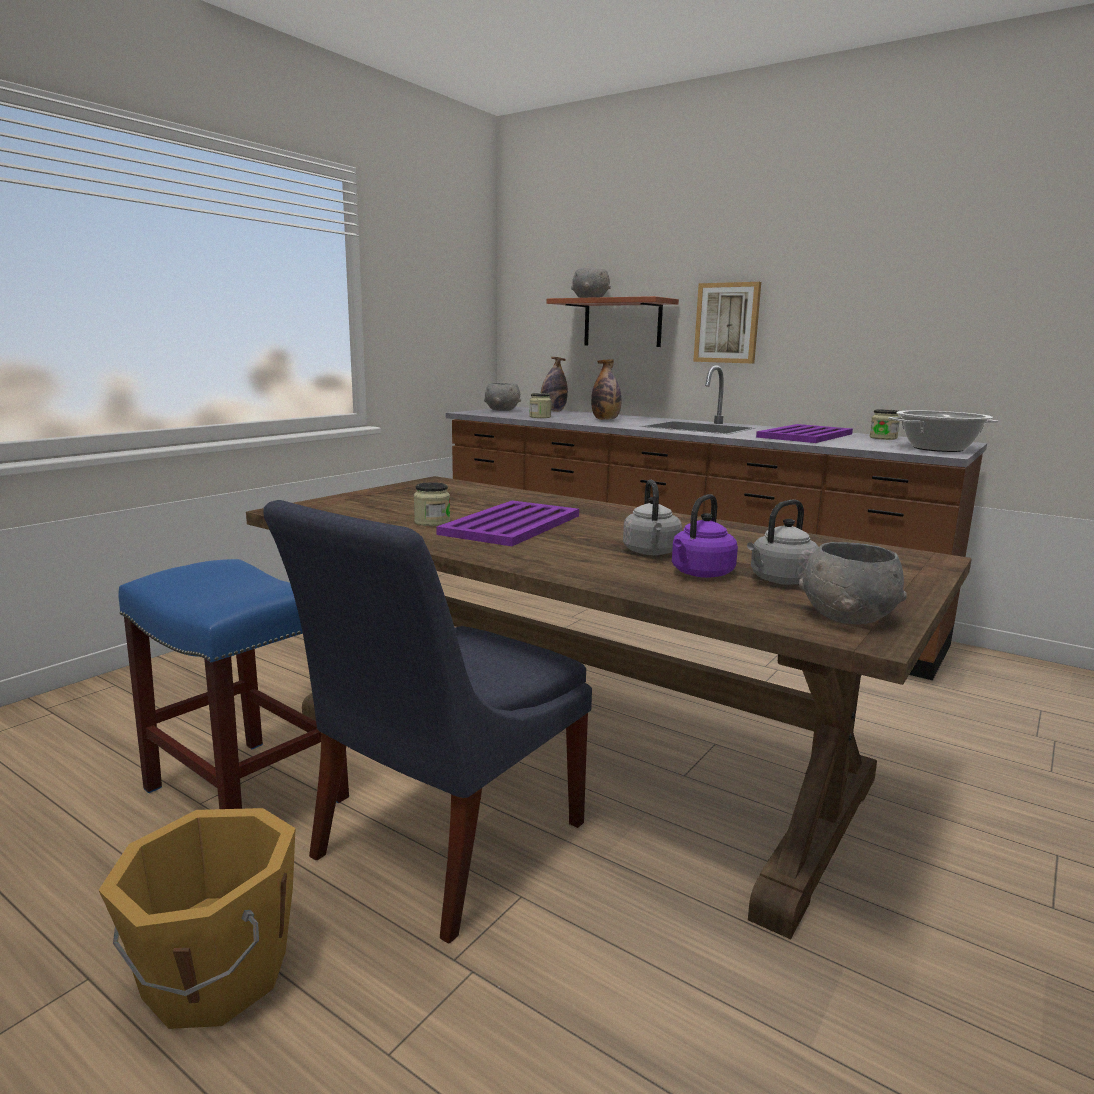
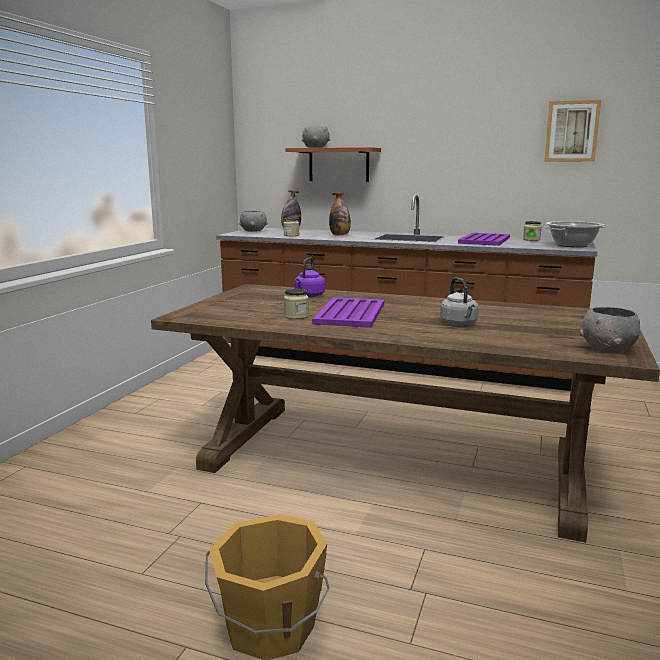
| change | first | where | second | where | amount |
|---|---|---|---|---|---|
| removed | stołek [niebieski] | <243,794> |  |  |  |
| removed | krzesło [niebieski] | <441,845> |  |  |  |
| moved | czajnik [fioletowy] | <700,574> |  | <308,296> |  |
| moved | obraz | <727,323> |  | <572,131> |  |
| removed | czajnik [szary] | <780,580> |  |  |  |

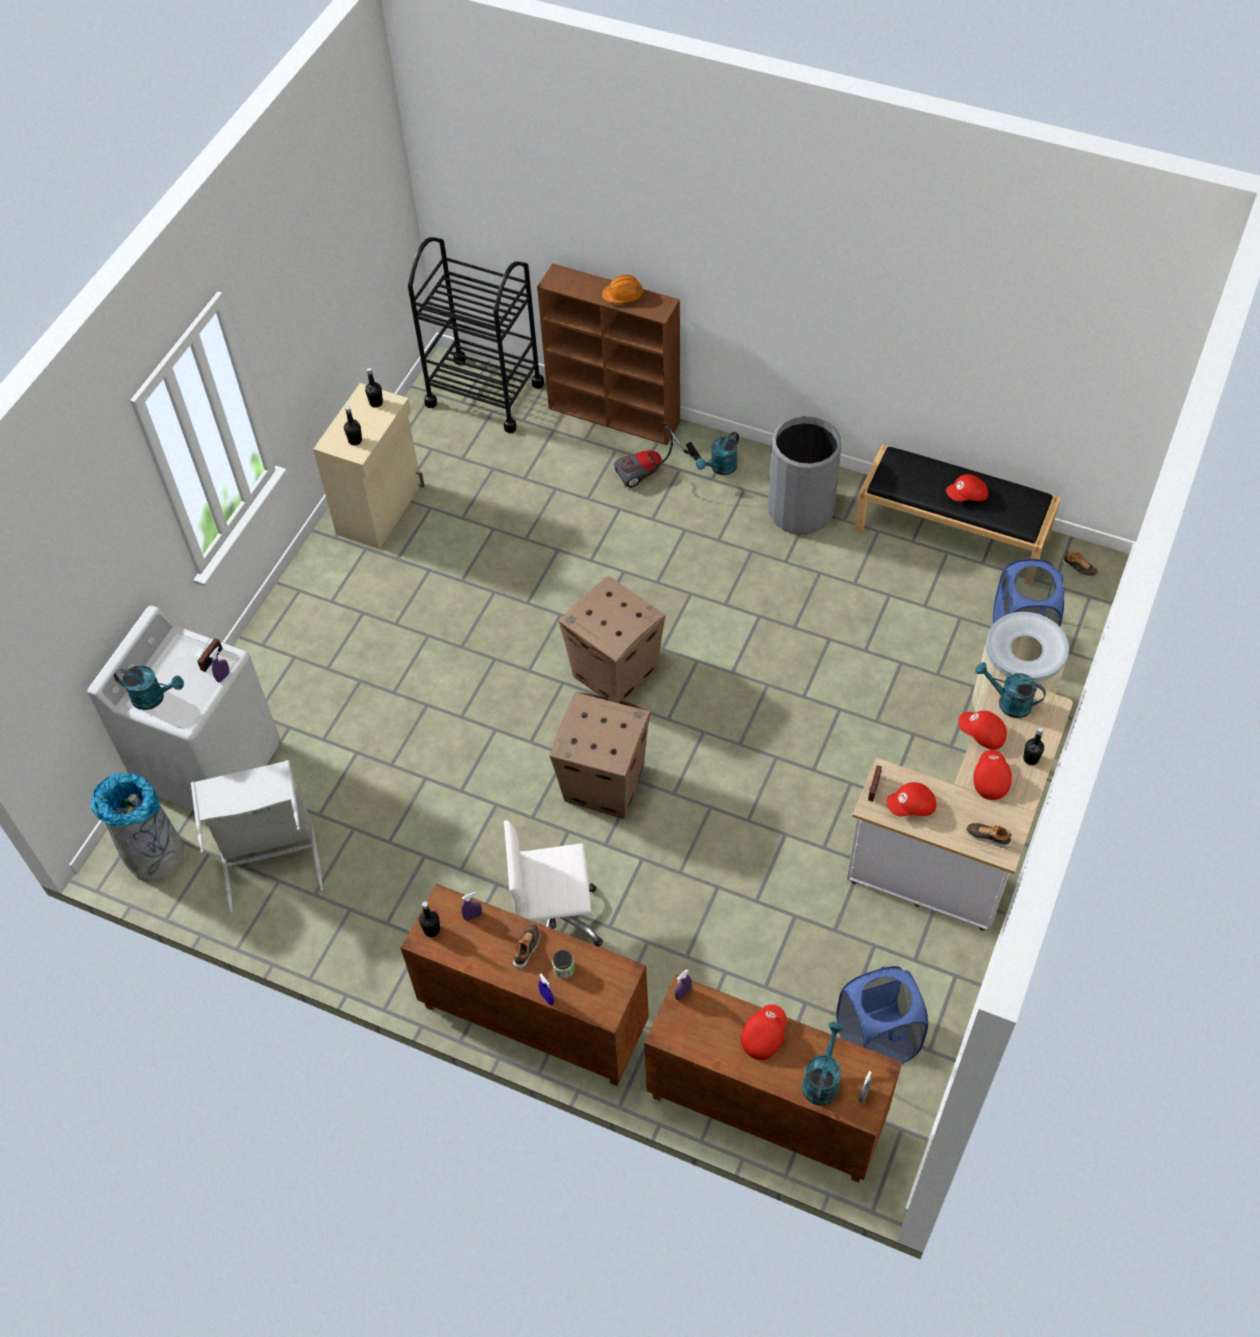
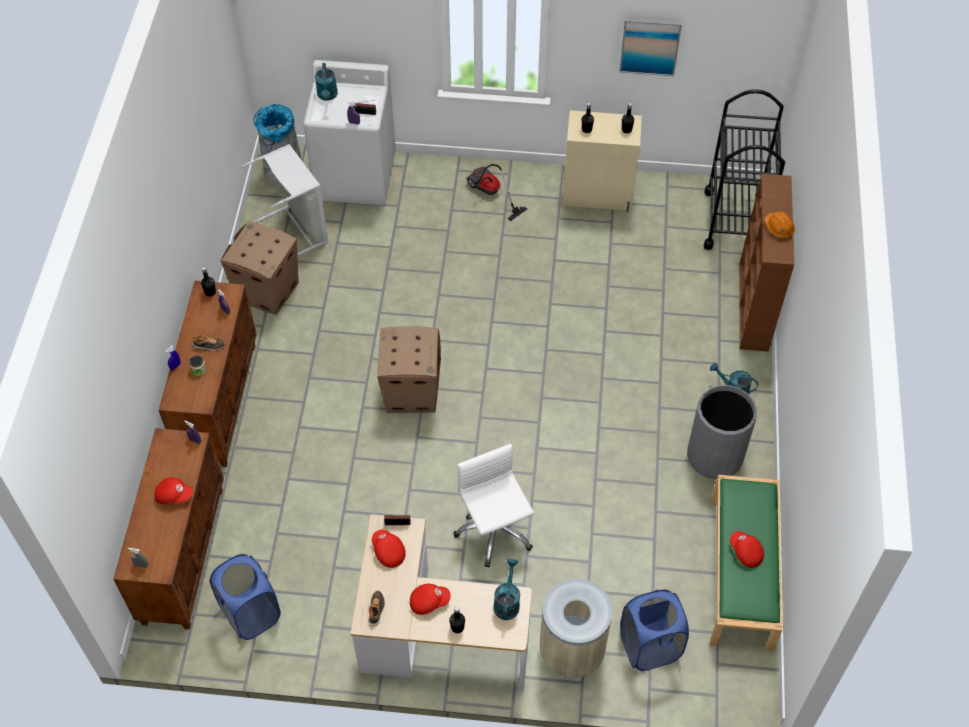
| change | first | where | second | where | amount |
|---|---|---|---|---|---|
| moved | krzesło biurowe [biały] | <553,921> |  | <494,531> |  |
| moved | karton | <615,672> |  | <267,292> |  |
| moved | odkurzacz | <652,472> |  | <489,194> |  |
| removed | konewka [turkusowy] | <822,1079> |  |  |  |
| recoloured | ławka [czarny] | <953,532> | ławka [zielony] | <741,574> |  |
| removed | czapka z daszkiem [czerwony] | <981,734> |  |  |  |
| removed | but | <1079,568> |  |  |  |
| added |  |  | obraz | <650,46> |  |

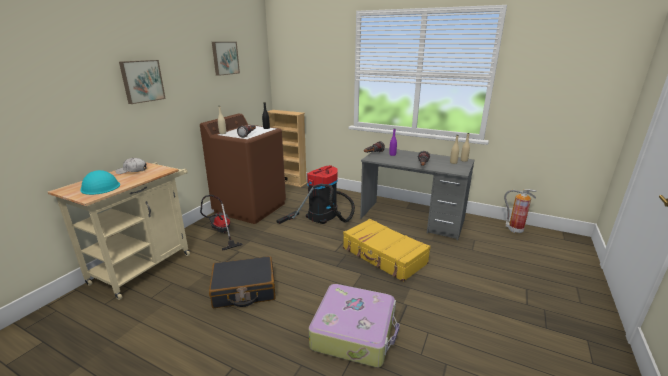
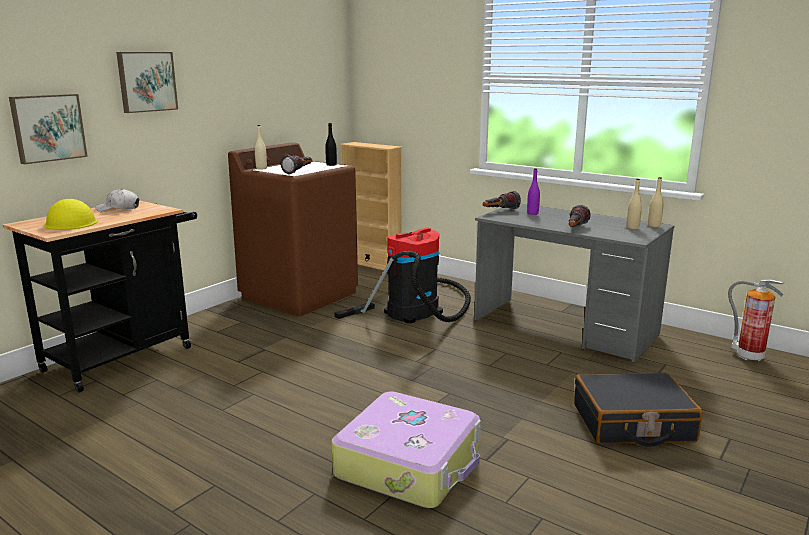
| change | first | where | second | where | amount |
|---|---|---|---|---|---|
| recoloured | wózek [beżowy] | <147,265> | wózek [czarny] | <126,355> |  |
| recoloured | kask [turkusowy] | <100,187> | kask [żółty] | <71,223> |  |
| removed | odkurzacz | <221,233> |  |  |  |
| moved | walizka [czarny] | <244,290> |  | <632,423> |  |
| moved | obraz | <224,58> |  | <48,128> |  |
| removed | walizka [żółty] | <383,256> |  |  |  |

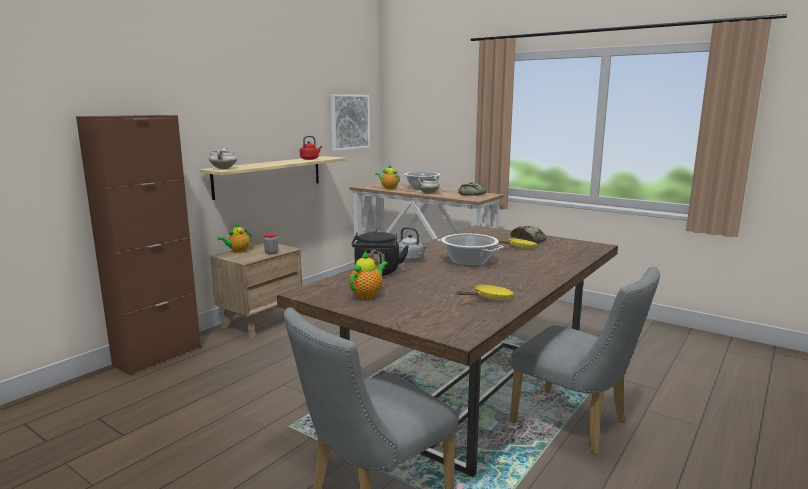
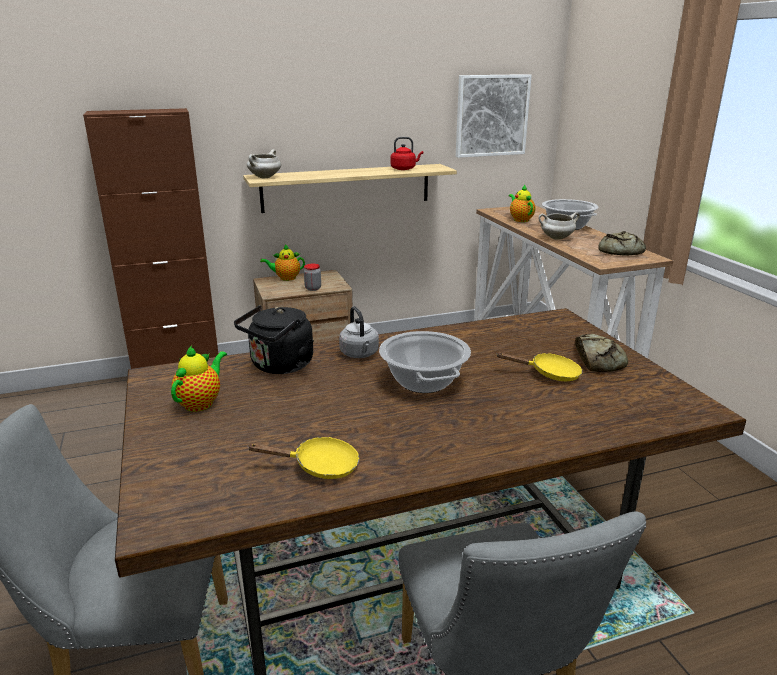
| change | first | where | second | where | amount |
|---|---|---|---|---|---|
| turned | imbryk | <367,295> |  | <201,402> | 45 degrees counterclockwise |

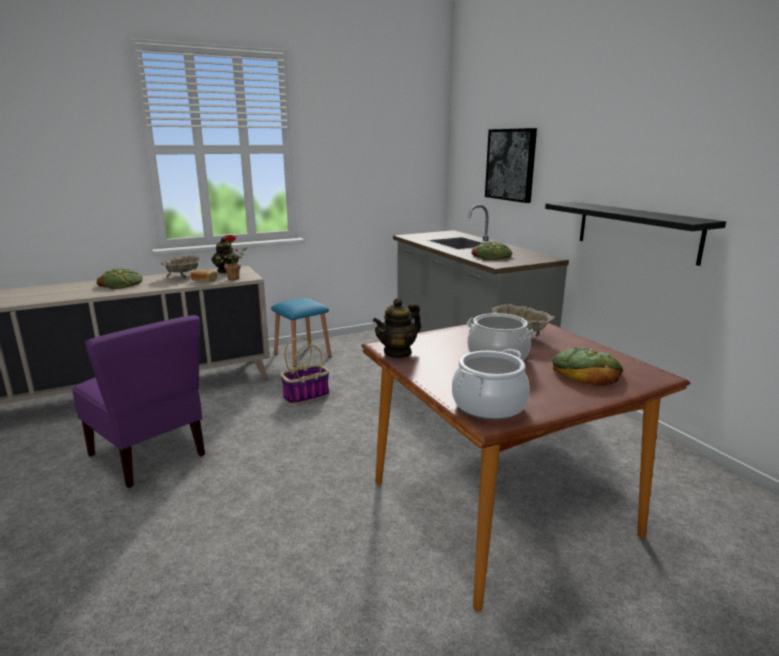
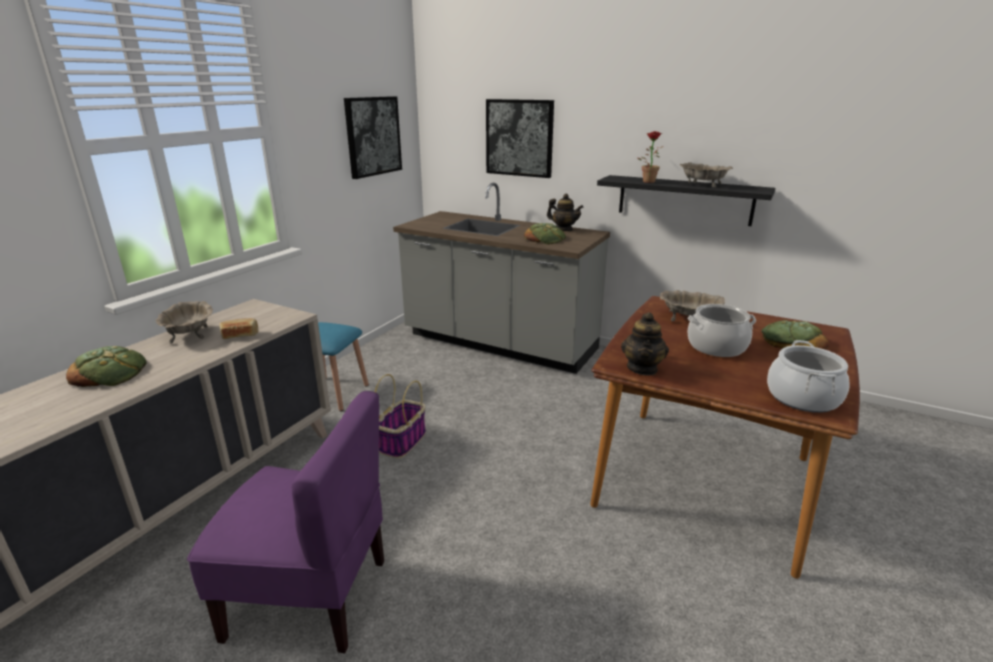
| change | first | where | second | where | amount |
|---|---|---|---|---|---|
| moved | imbryk | <226,271> |  | <564,229> |  |
| moved | roślina doniczkowa | <235,278> |  | <647,181> |  |
| added |  |  | obraz | <373,136> |  |
| added |  |  | miska [beżowy] | <702,185> |  |

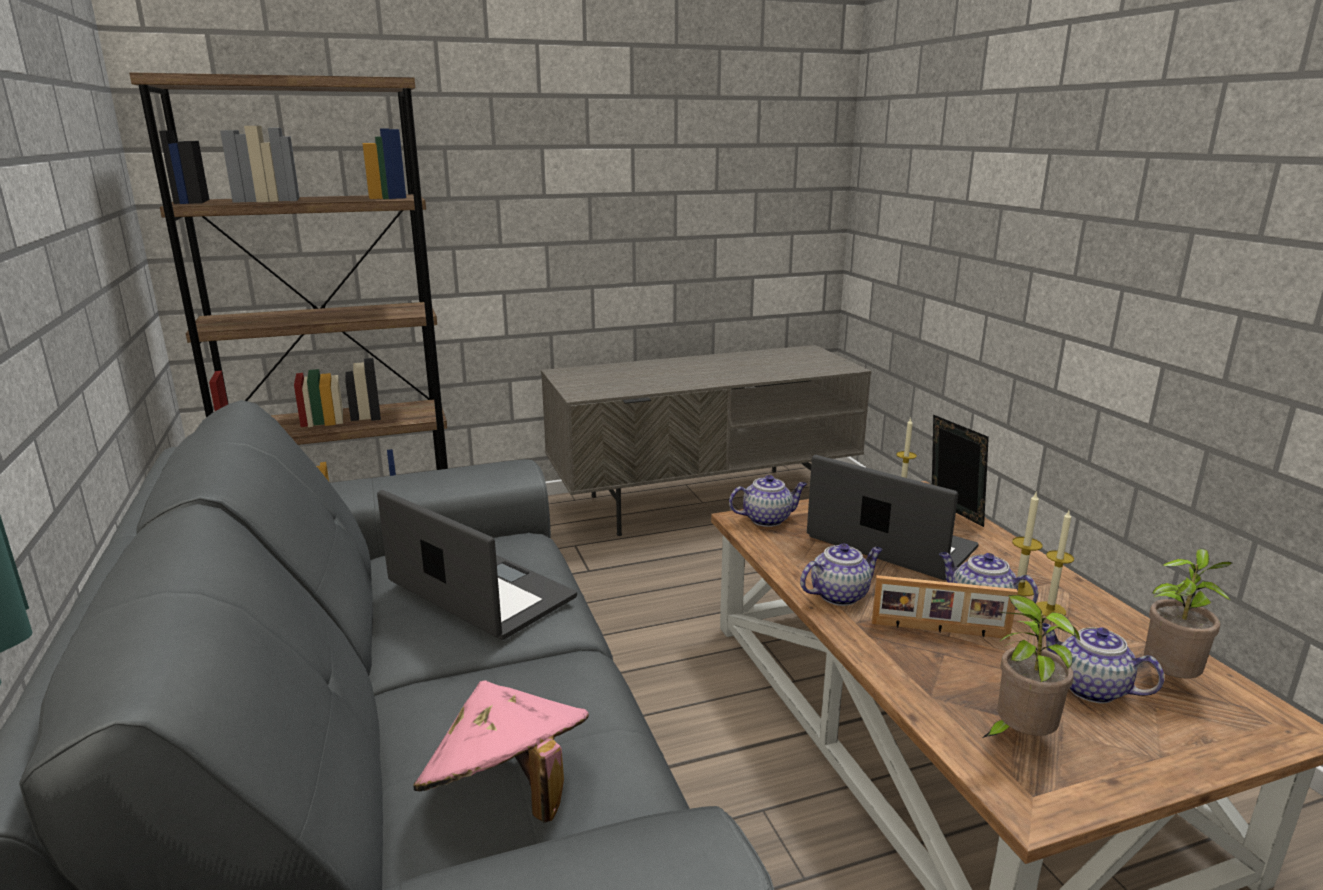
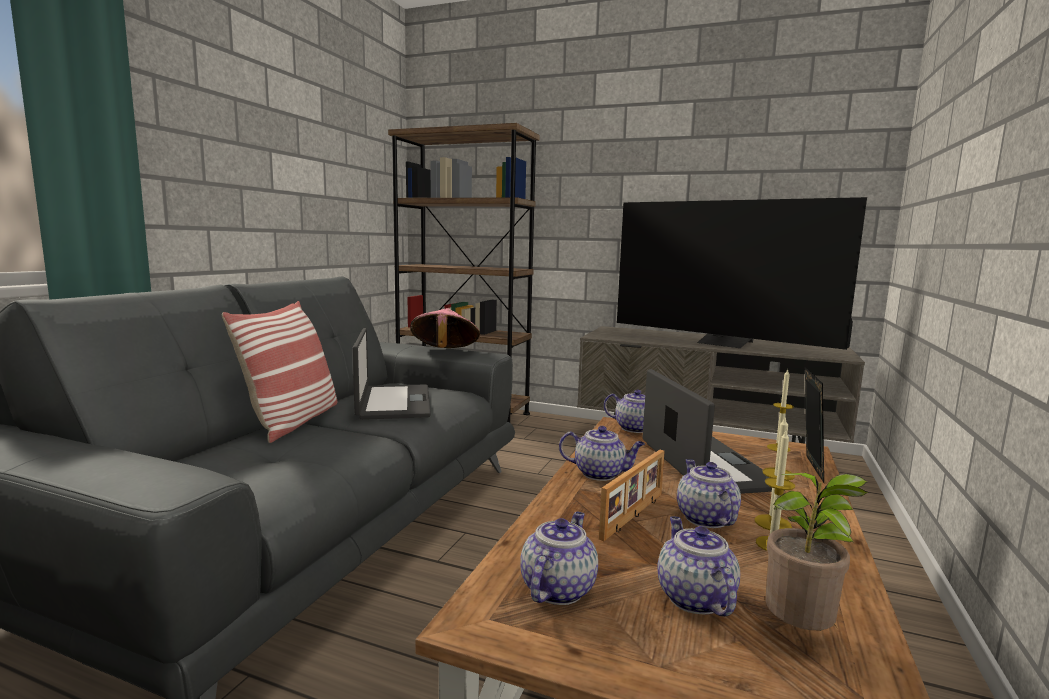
| change | first | where | second | where | amount |
|---|---|---|---|---|---|
| moved | kapelusz [różowy] | <507,795> |  | <444,352> |  |
| turned | ramka na zdjęcie | <939,631> |  | <634,516> | 105 degrees counterclockwise |
| replaced | roślina doniczkowa | <1018,737> | imbryk | <557,588> |  |
| added |  |  | poduszka | <293,421> |  |
| added |  |  | telewizor | <723,343> |  |

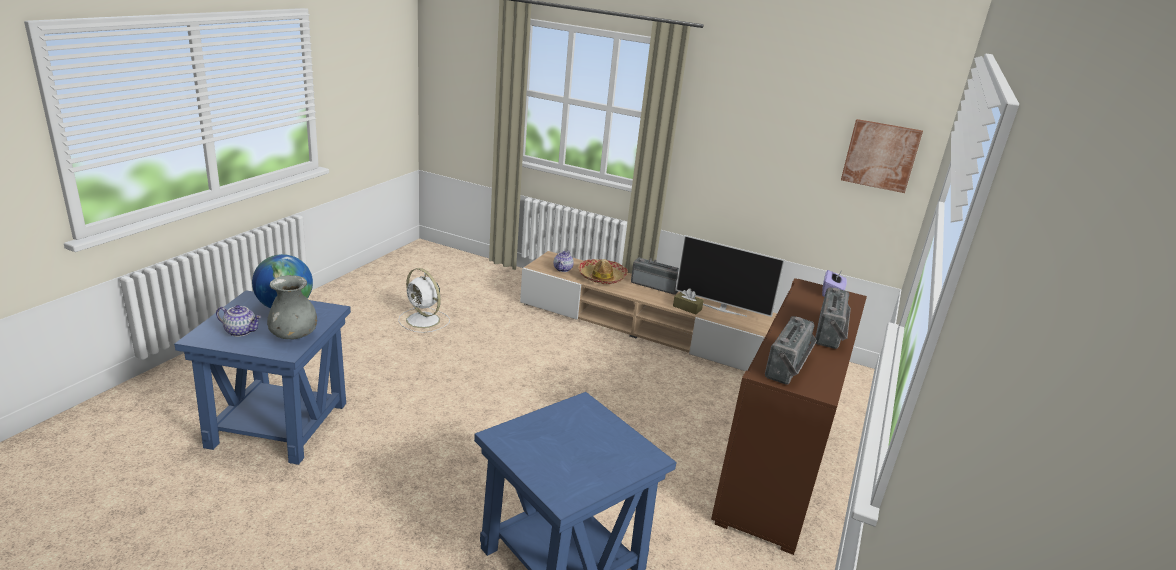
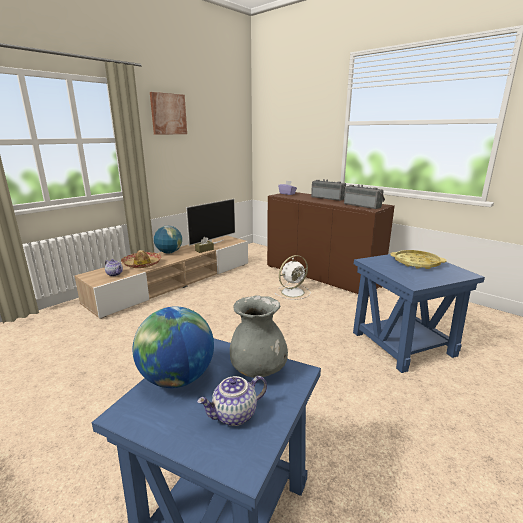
| change | first | where | second | where | amount |
|---|---|---|---|---|---|
| turned | imbryk | <241,331> |  | <234,415> | 150 degrees counterclockwise |
| moved | wentylator [biały] | <424,321> |  | <293,292> |  |
| replaced | radio | <656,285> | globus | <169,252> |  |
| moved | obraz | <880,155> |  | <168,114> |  |
| added |  |  | taca [żółty] | <416,263> |  |

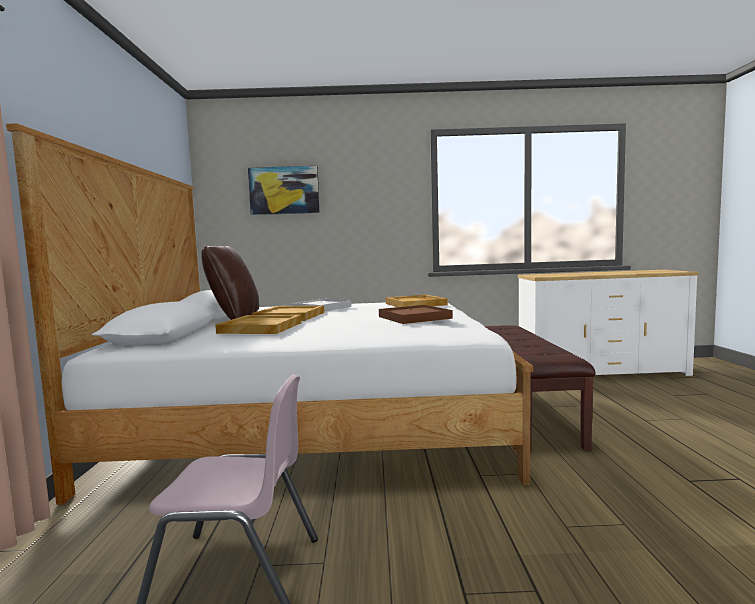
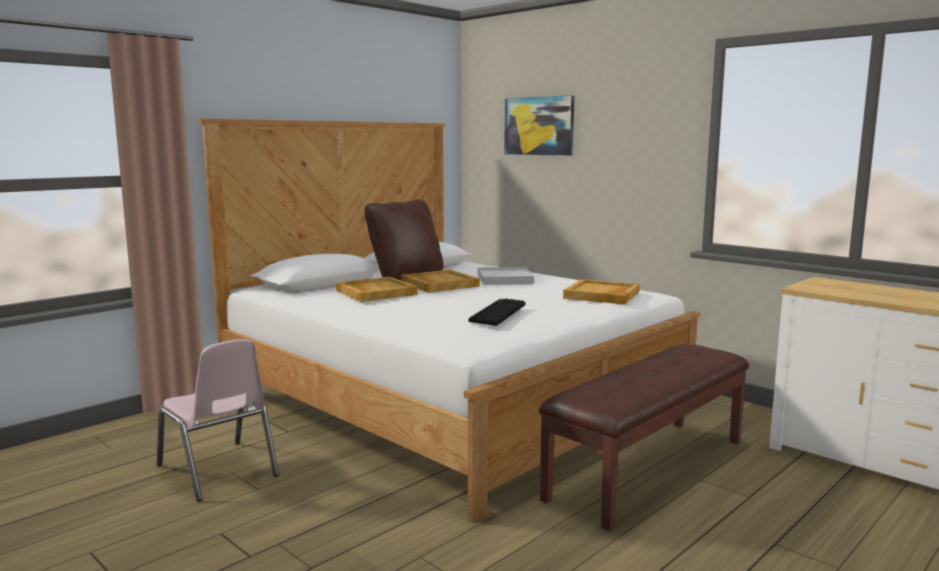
| change | first | where | second | where | amount |
|---|---|---|---|---|---|
| replaced | taca [brązowy] | <414,317> | klawiatura | <497,313> |  |

